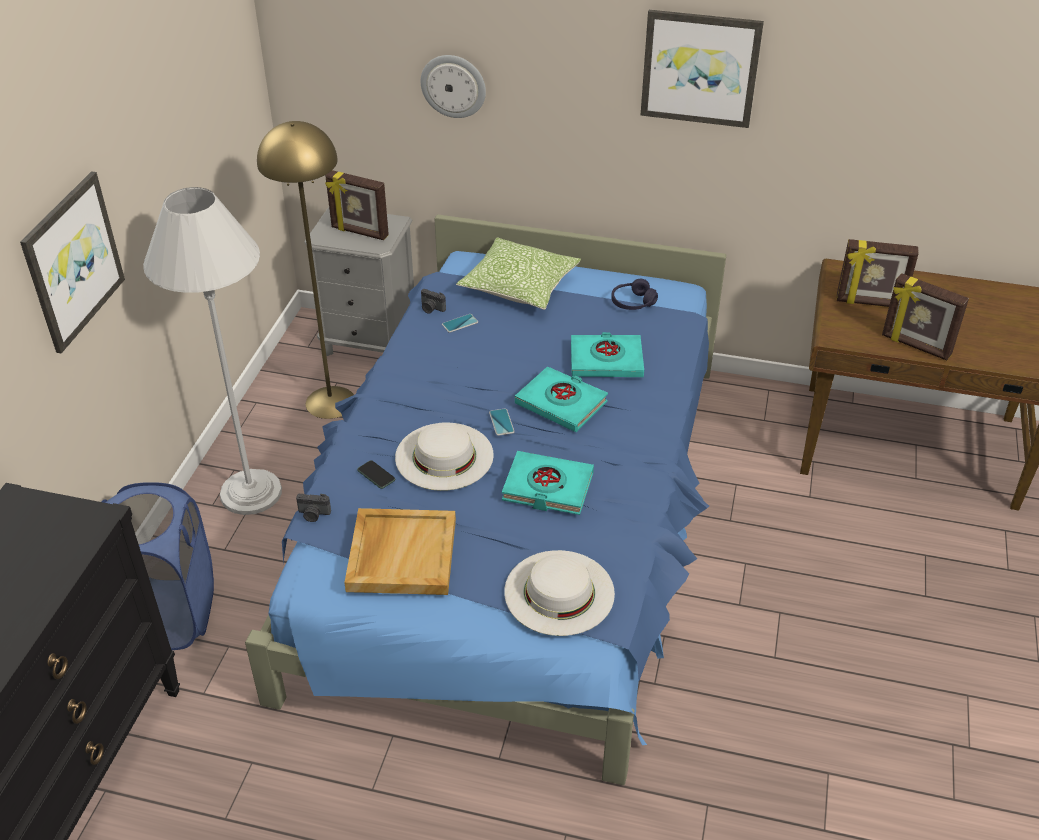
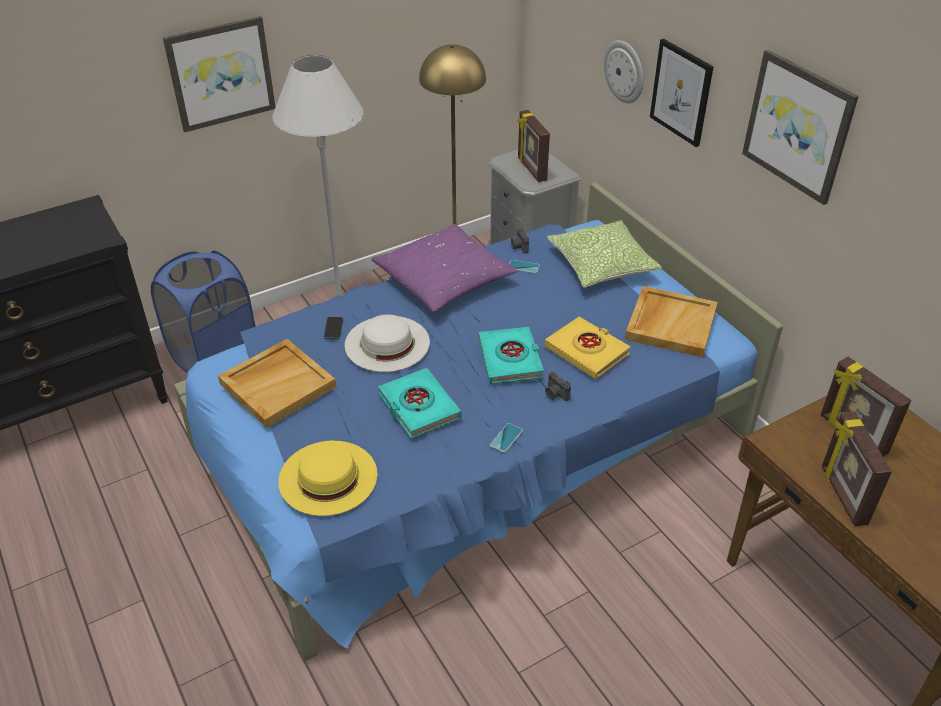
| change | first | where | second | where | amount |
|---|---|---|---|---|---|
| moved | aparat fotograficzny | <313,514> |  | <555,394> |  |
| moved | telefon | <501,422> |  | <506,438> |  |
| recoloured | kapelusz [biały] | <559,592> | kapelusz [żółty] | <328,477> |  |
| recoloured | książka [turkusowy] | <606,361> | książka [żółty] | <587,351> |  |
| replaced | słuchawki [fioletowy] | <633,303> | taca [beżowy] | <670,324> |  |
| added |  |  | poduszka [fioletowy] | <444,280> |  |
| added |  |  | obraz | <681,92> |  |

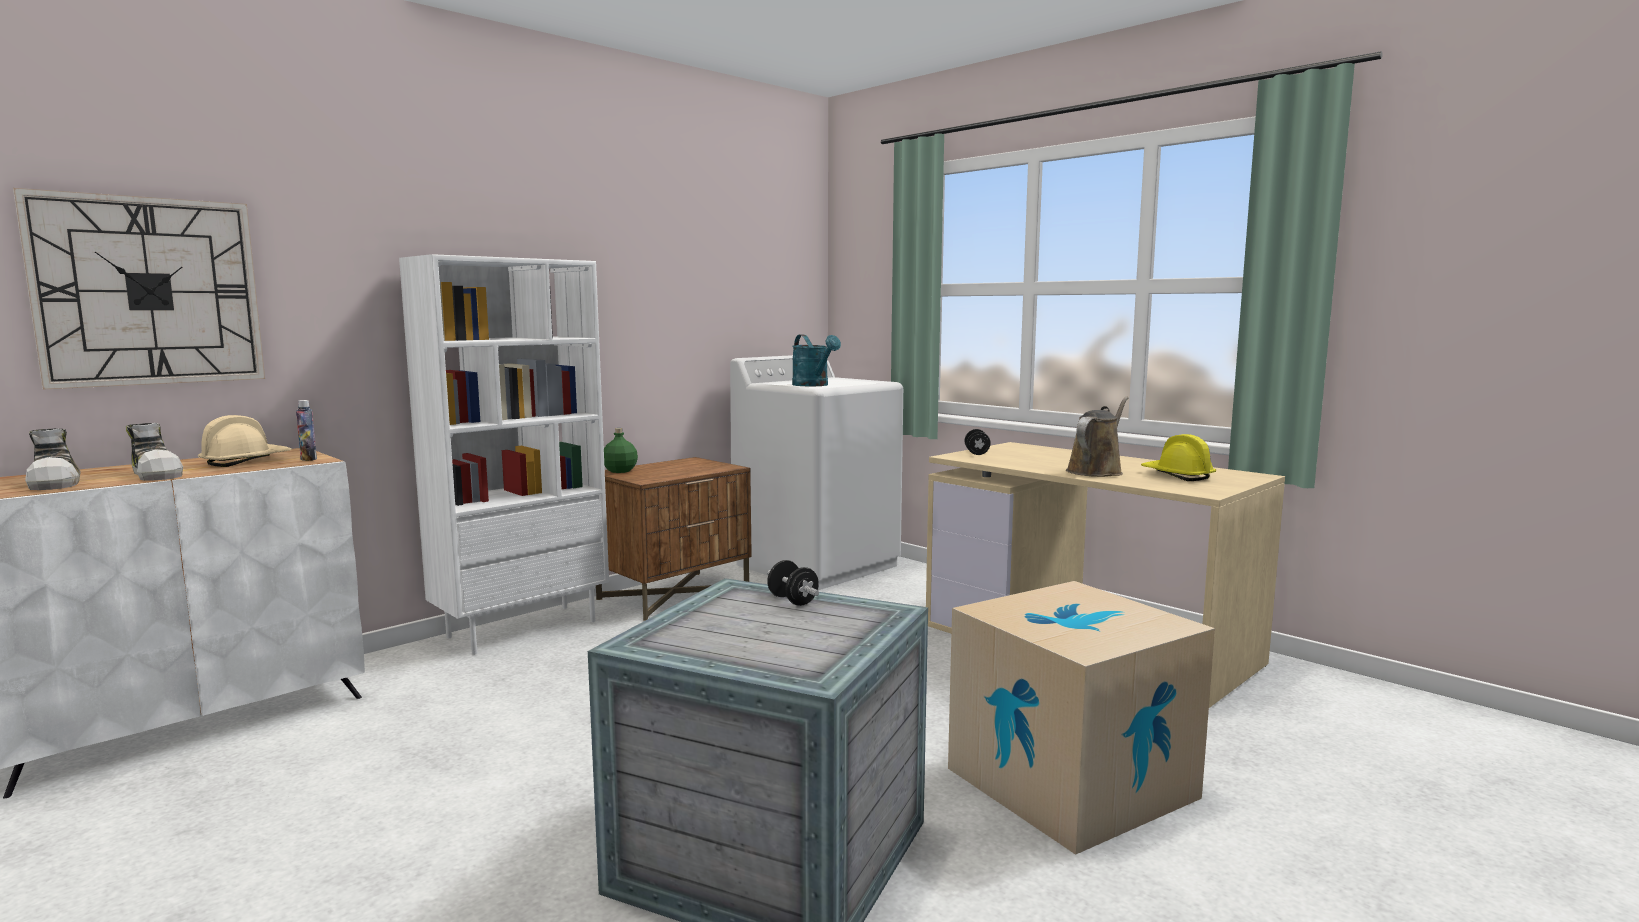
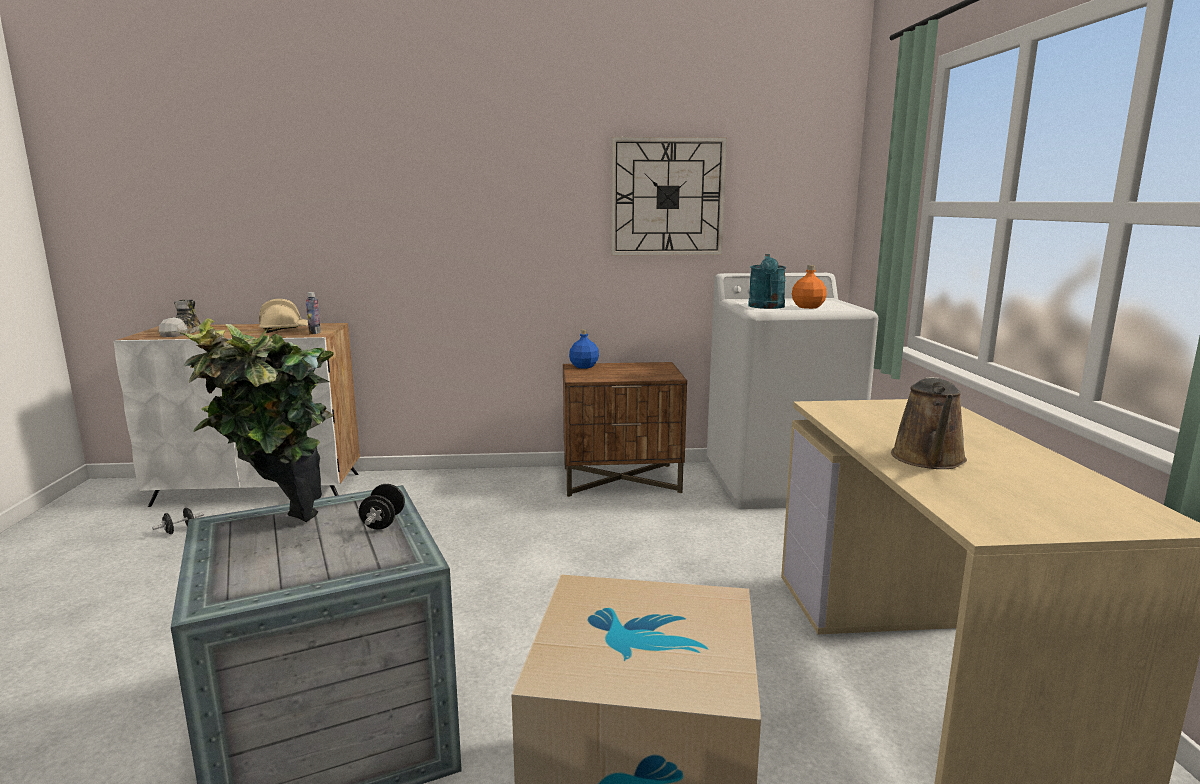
| change | first | where | second | where | amount |
|---|---|---|---|---|---|
| moved | zegar ścienny | <149,291> |  | <667,197> |  |
| removed | but | <157,474> |  |  |  |
| removed | regał [biały] | <523,628> |  |  |  |
| recoloured | butelka [zielony] | <620,471> | butelka [niebieski] | <584,366> |  |
| moved | hantel [czarny] | <977,453> |  | <180,530> |  |
| turned | konewka [brązowy] | <1096,471> |  | <929,460> | 120 degrees clockwise |
| removed | kask [żółty] | <1177,476> |  |  |  |
| added |  |  | roślina doniczkowa | <281,533> |  |
| added |  |  | butelka [pomarańczowy] | <807,307> |  |

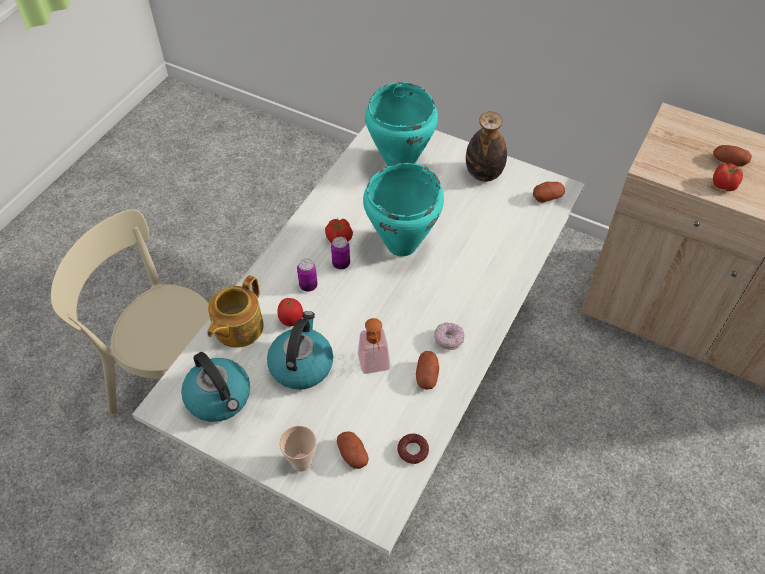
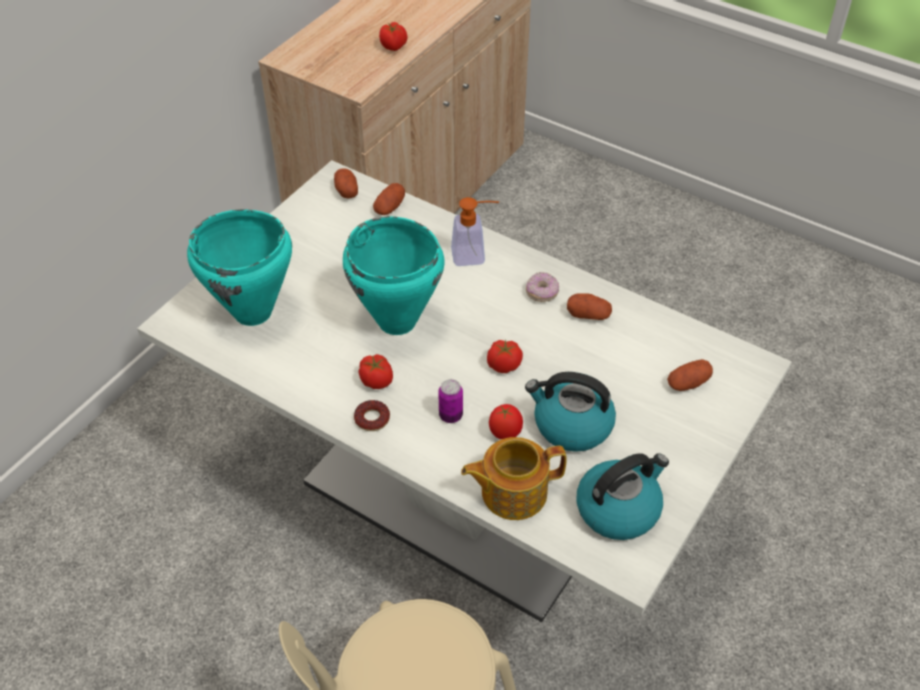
| change | first | where | second | where | amount |
|---|---|---|---|---|---|
| turned | imbryk | <237,328> |  | <512,492> | 135 degrees clockwise |
| removed | filiżanka | <301,462> |  |  |  |
| removed | puszka | <341,264> |  |  |  |
| moved | dozownik mydła | <375,366> |  | <474,255> |  |
| moved | donut | <412,450> |  | <372,419> |  |
| removed | butelka | <483,174> |  |  |  |
| moved | ziemniak | <728,162> |  | <389,207> |  |
| added |  |  | pomidor | <504,365> |  |

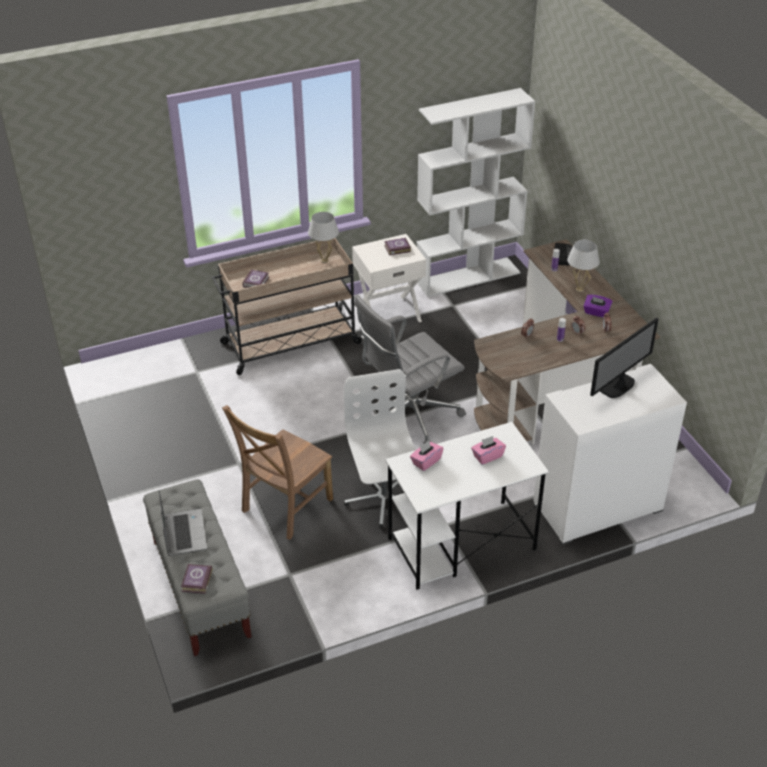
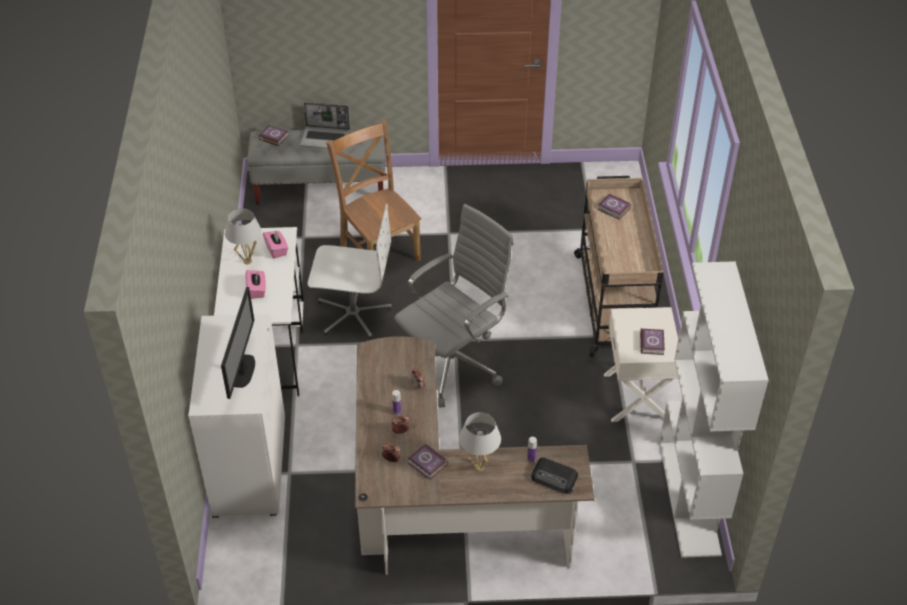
| change | first | where | second | where | amount |
|---|---|---|---|---|---|
| moved | lampa stołowa [biały] | <324,260> |  | <248,261> |  |
| turned | krzesło biurowe [szary] | <408,416> |  | <453,363> | 60 degrees clockwise |
| replaced | pudełko chusteczek [fioletowy] | <596,312> | książka | <428,464> |  |
| turned | monitor | <619,387> |  | <243,371> | 150 degrees counterclockwise |

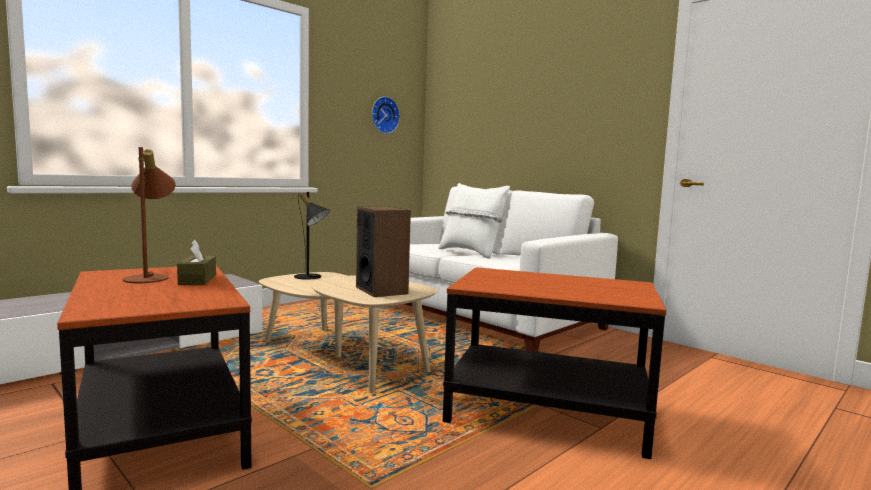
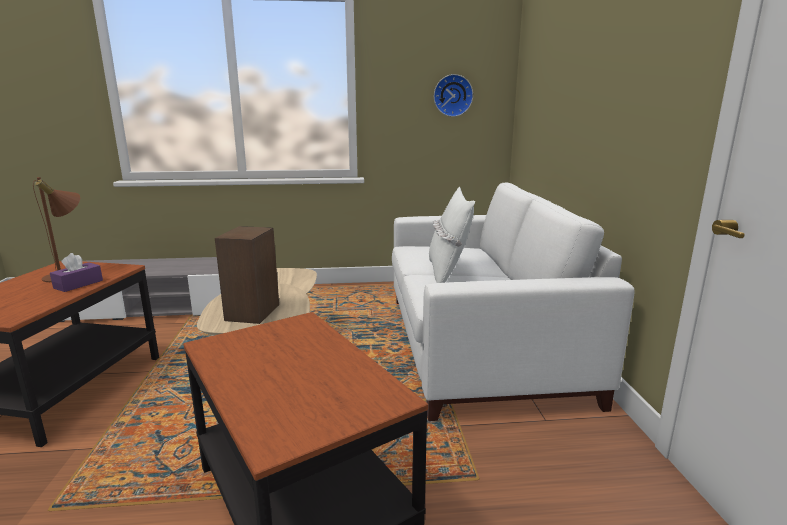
| change | first | where | second | where | amount |
|---|---|---|---|---|---|
| recoloured | pudełko chusteczek [brązowy] | <197,280> | pudełko chusteczek [fioletowy] | <78,284> |  |
| removed | lampa stołowa [czarny] | <311,277> |  |  |  |

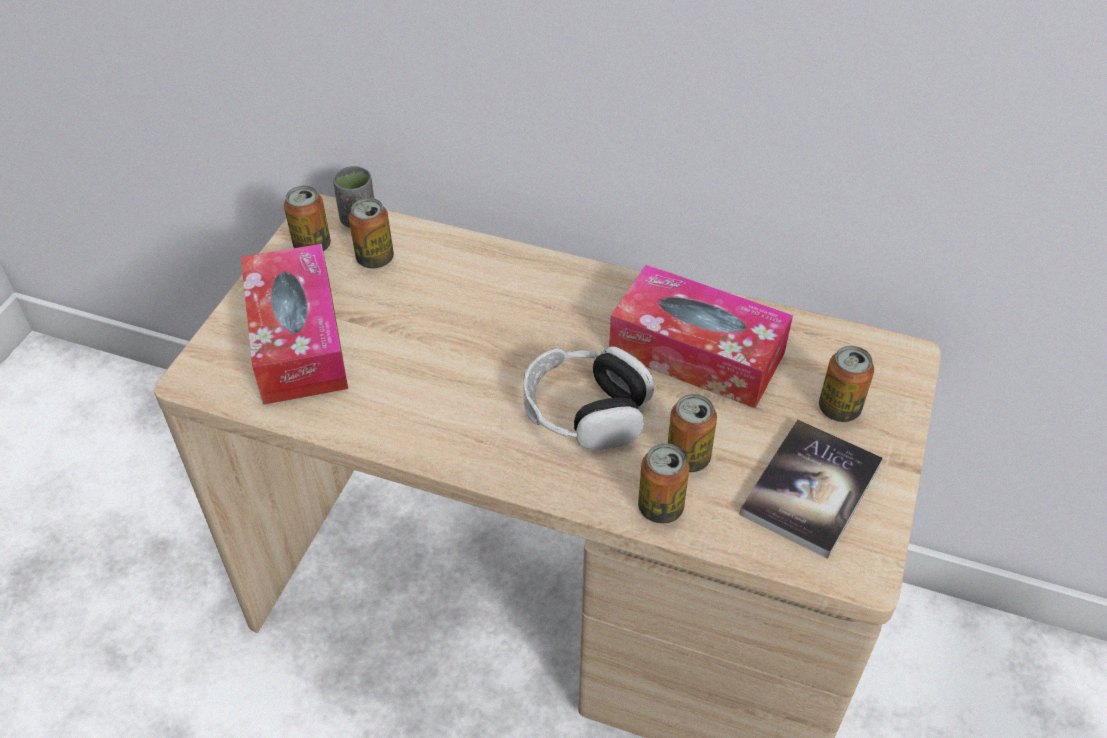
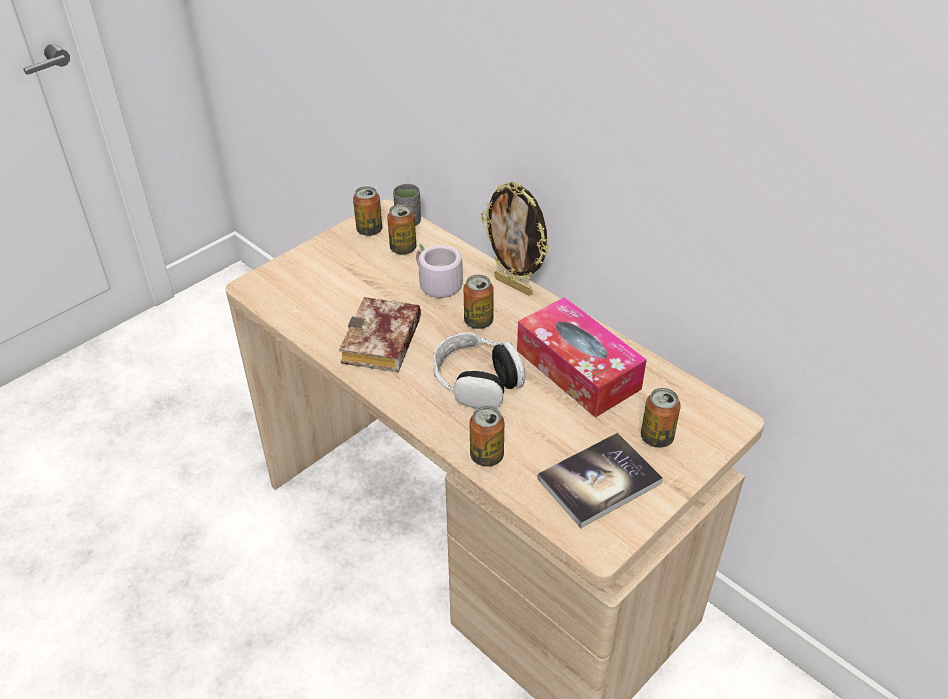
| change | first | where | second | where | amount |
|---|---|---|---|---|---|
| removed | pudełko chusteczek | <298,340> |  |  |  |
| moved | puszka | <688,457> |  | <478,321> |  |
| added |  |  | książka | <383,344> |  |
| added |  |  | kubek [szary] | <435,285> |  |
| added |  |  | ramka na zdjęcie | <514,285> |  |

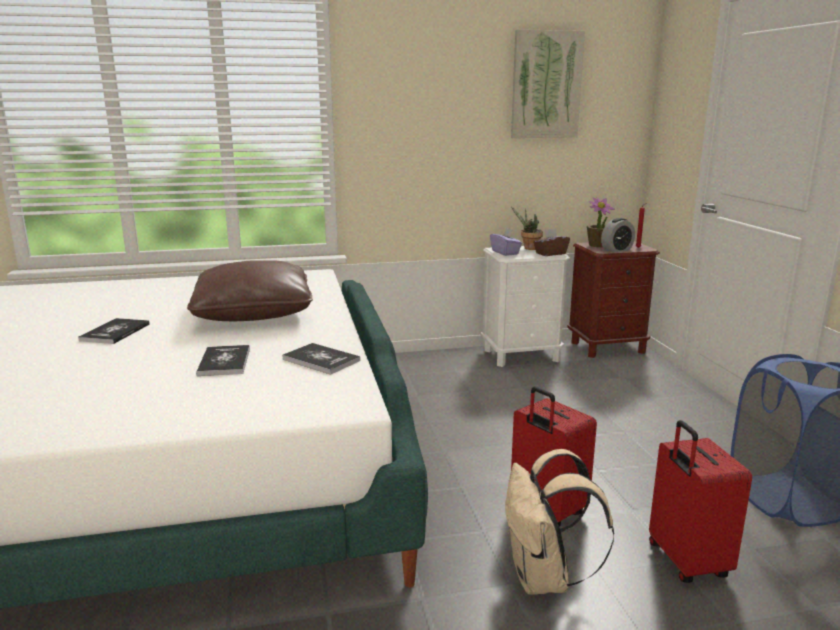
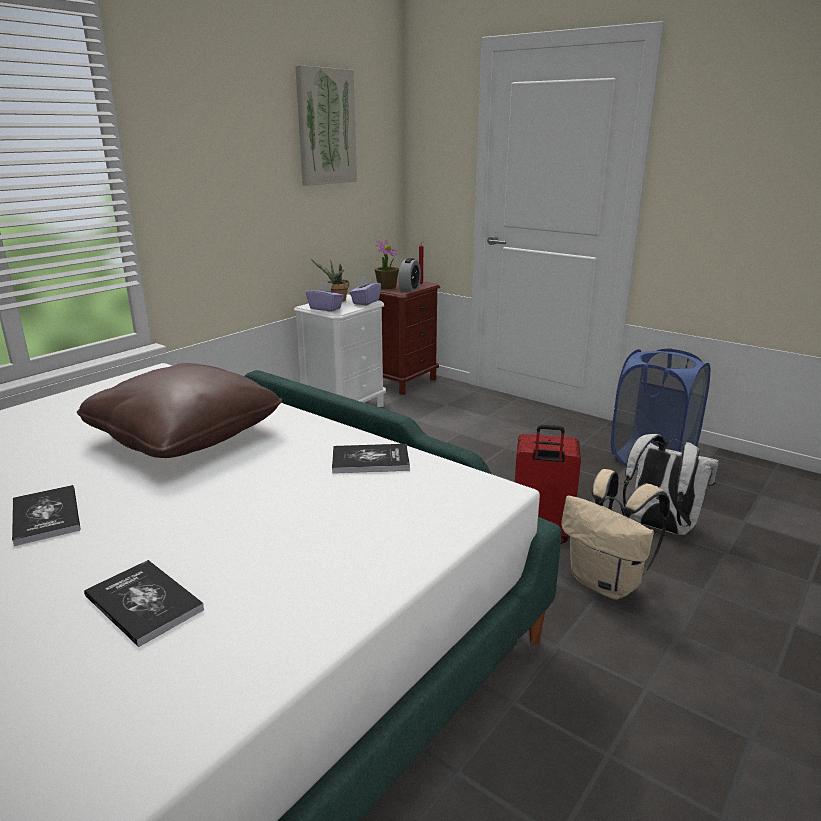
| change | first | where | second | where | amount |
|---|---|---|---|---|---|
| moved | książka | <224,362> |  | <144,603> |  |
| recoloured | pudełko chusteczek [brązowy] | <550,253> | pudełko chusteczek [fioletowy] | <365,302> |  |
| replaced | walizka [czerwony] | <685,561> | plecak [biały] | <659,527> |  |

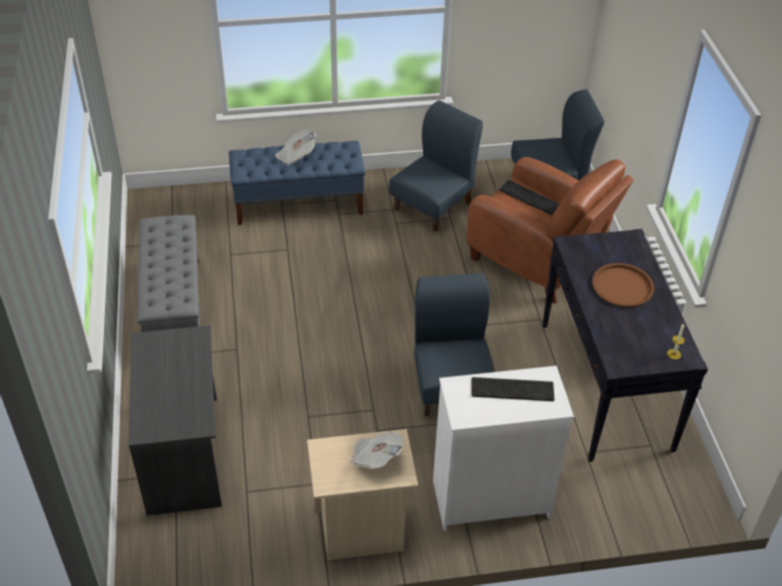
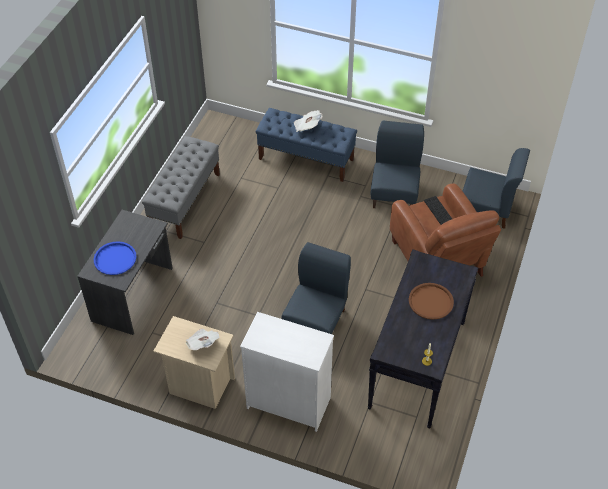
| change | first | where | second | where | amount |
|---|---|---|---|---|---|
| turned | krzesło [niebieski] | <433,206> |  | <394,193> | 60 degrees counterclockwise |
| removed | klawiatura | <511,390> |  |  |  |
| added |  |  | taca [niebieski] | <115,259> |  |

